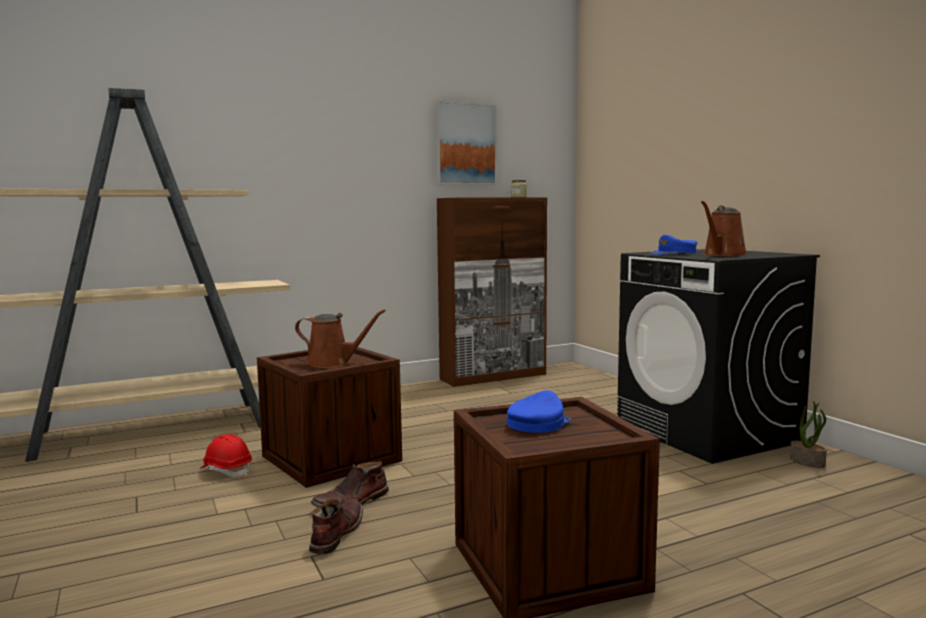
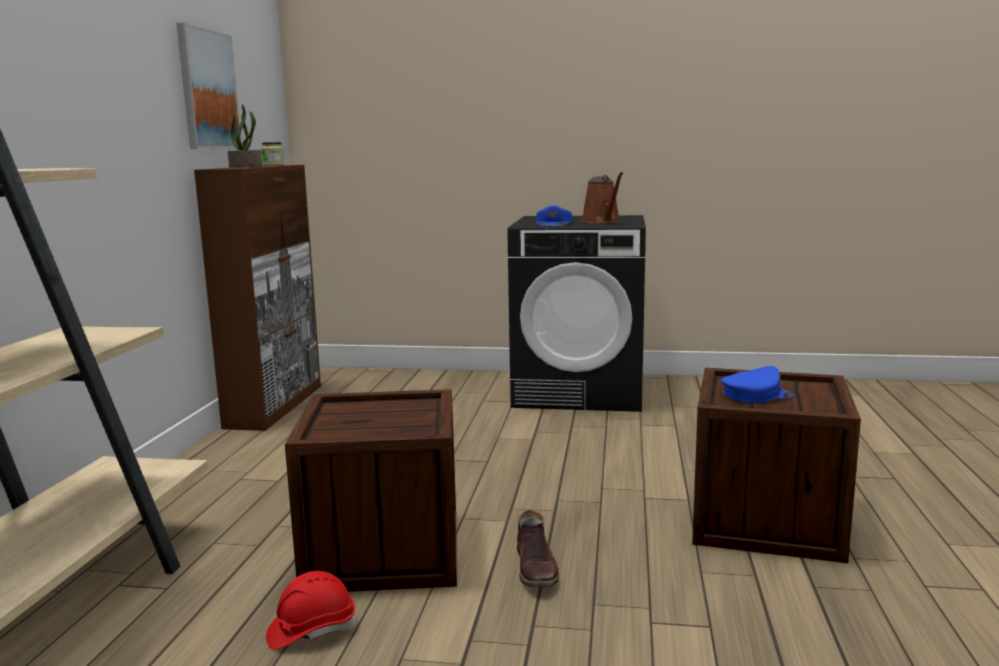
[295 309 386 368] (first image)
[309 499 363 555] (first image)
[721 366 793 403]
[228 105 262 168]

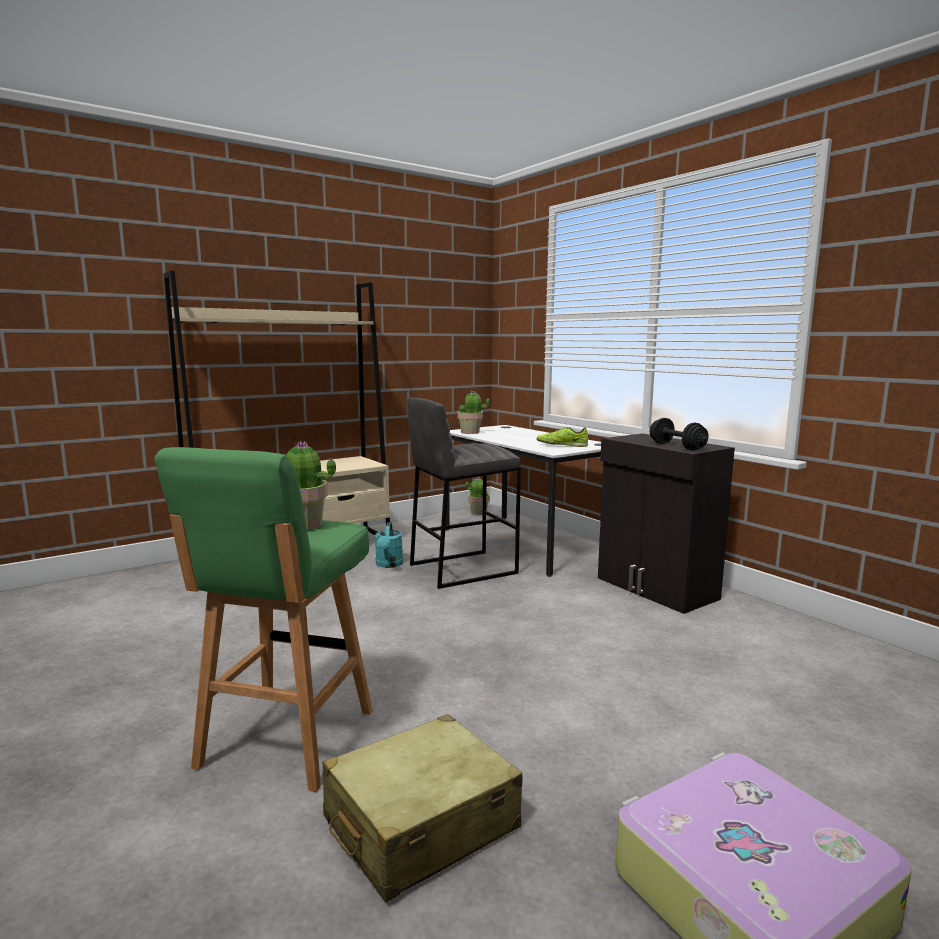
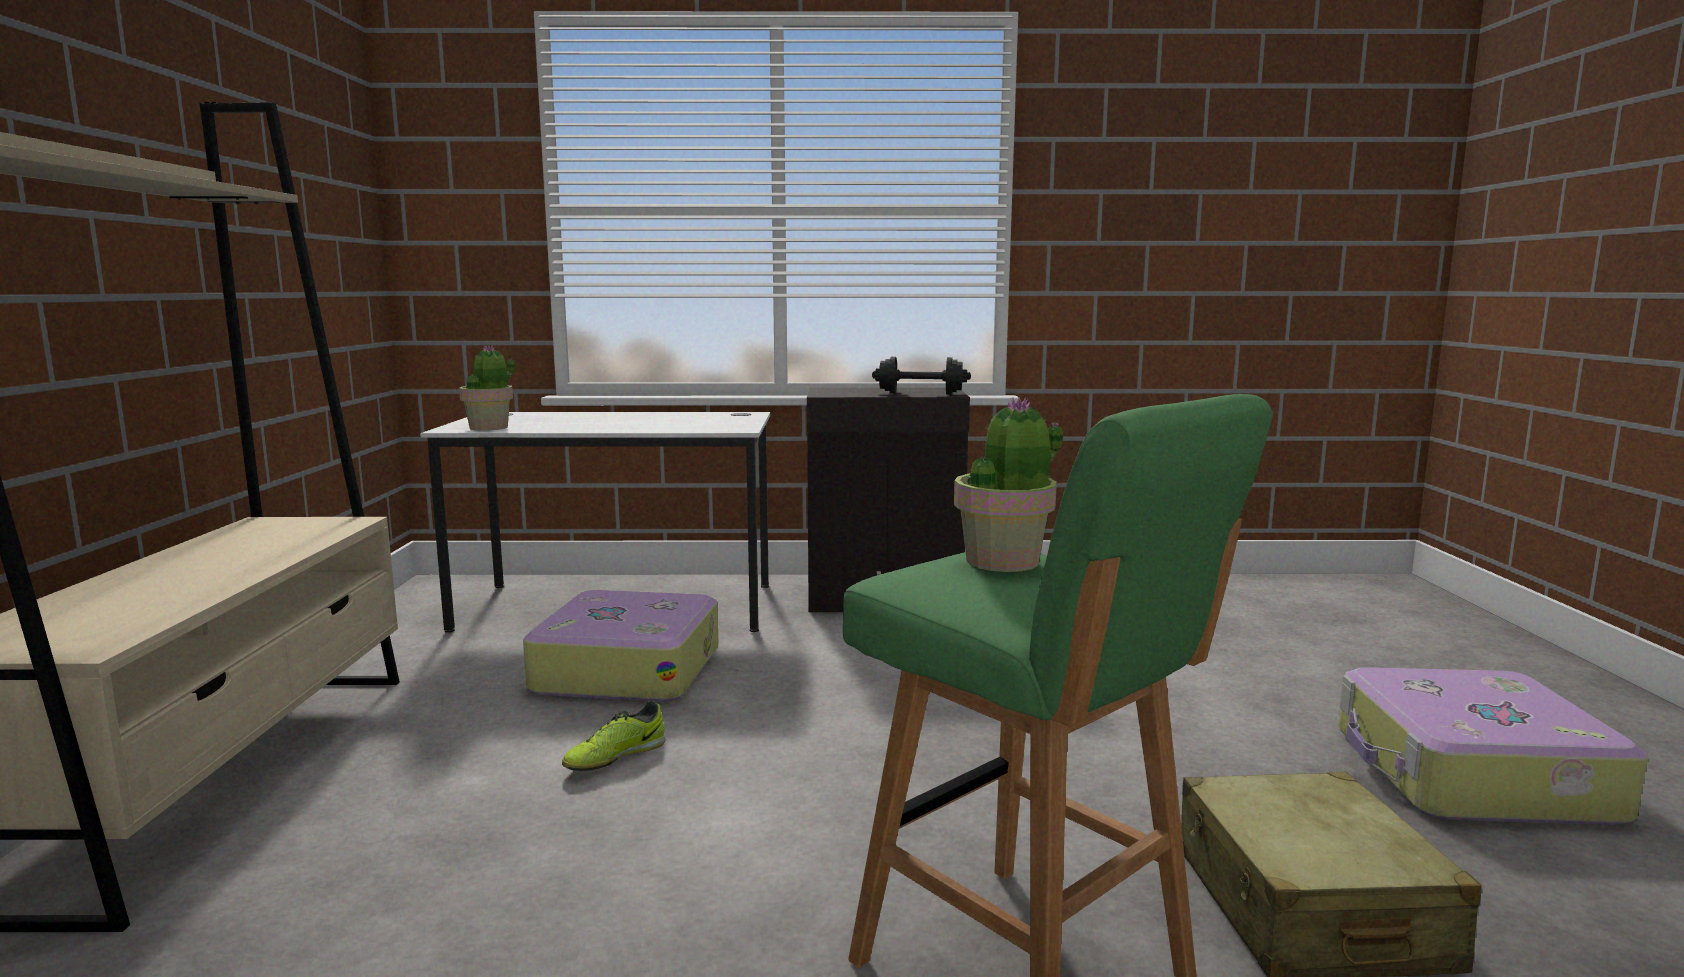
[375 522 403 568] (first image)
[523 590 719 702]
[465 477 490 515] (first image)
[562 701 665 771]

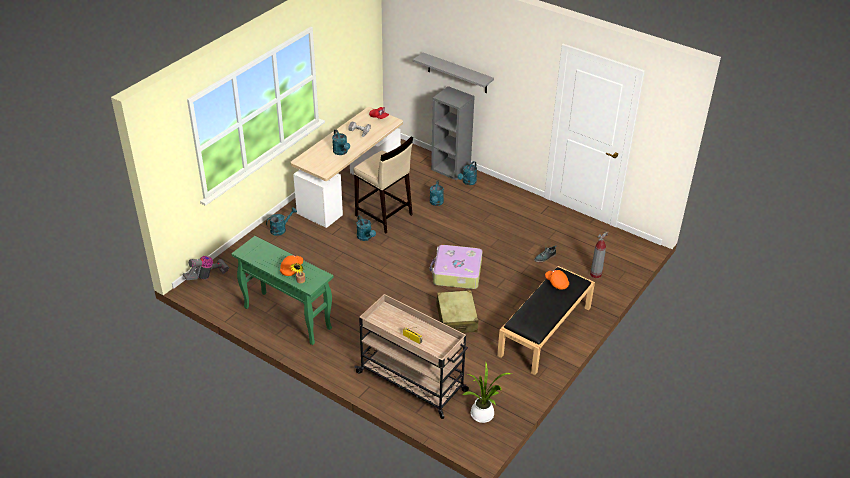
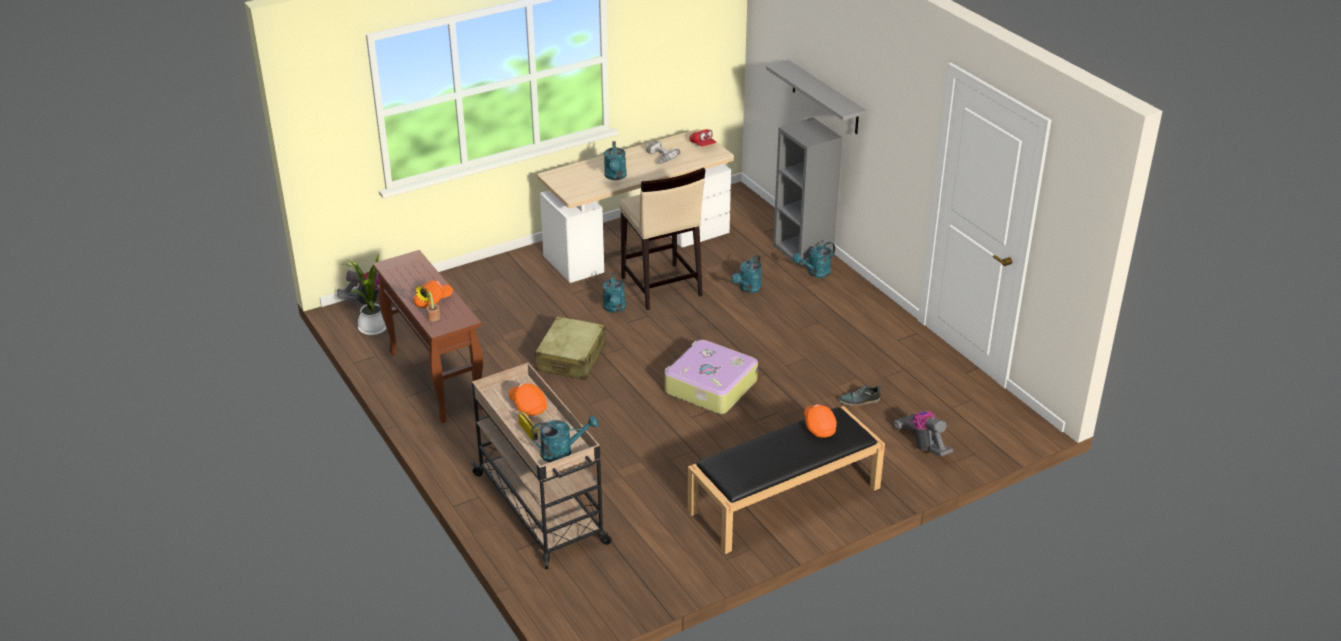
[373 250 483 423]
[531 415 598 462]
[535 316 606 380]
[344 254 387 335]
[894 411 953 457]
[509 383 547 416]

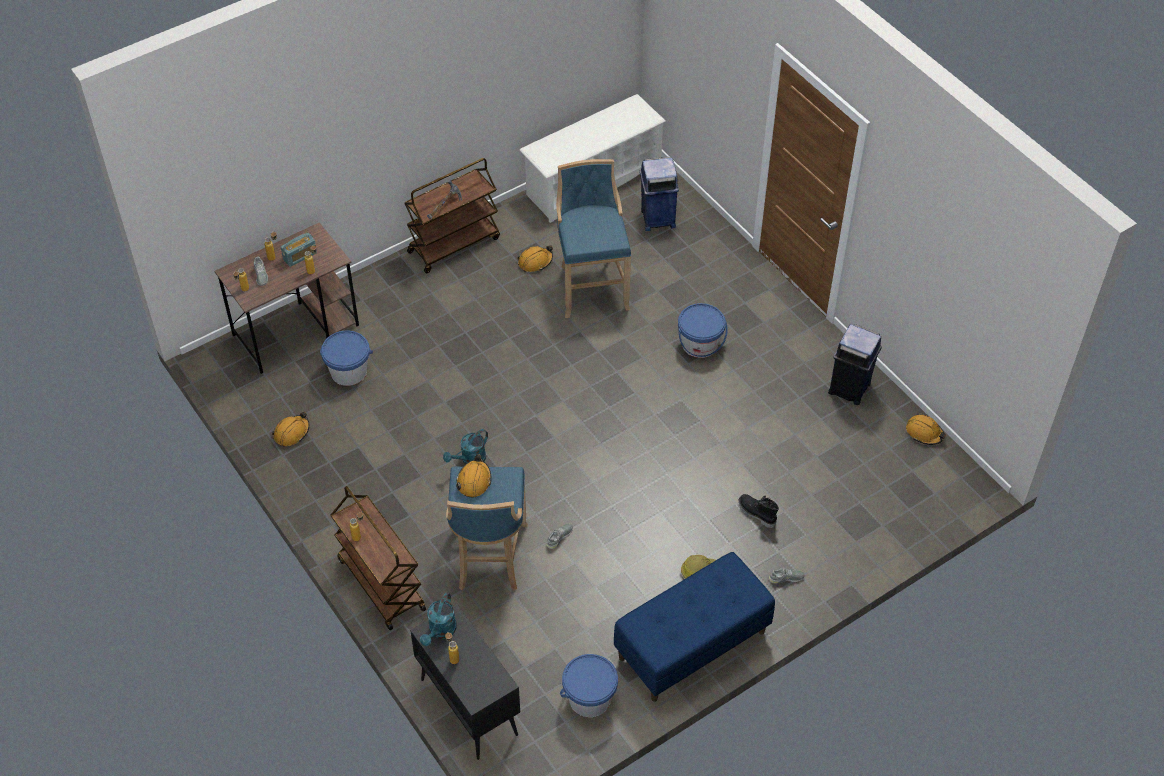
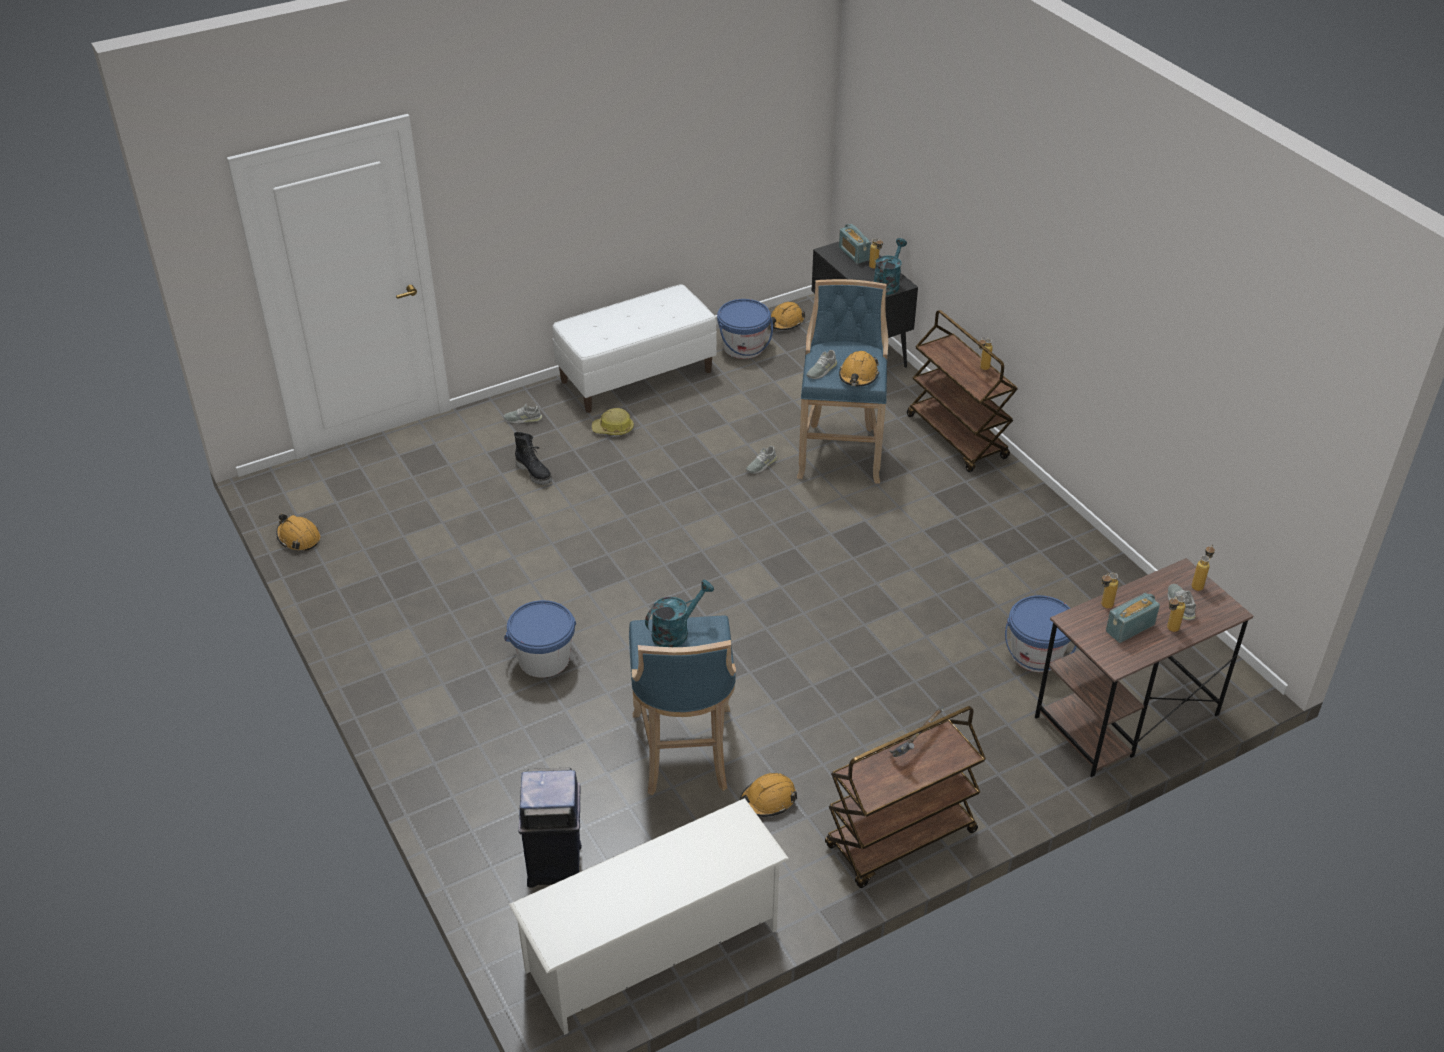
[769 302 805 330]
[645 580 714 647]
[552 284 717 413]
[828 324 882 405] (first image)
[807 350 837 379]
[839 224 871 264]

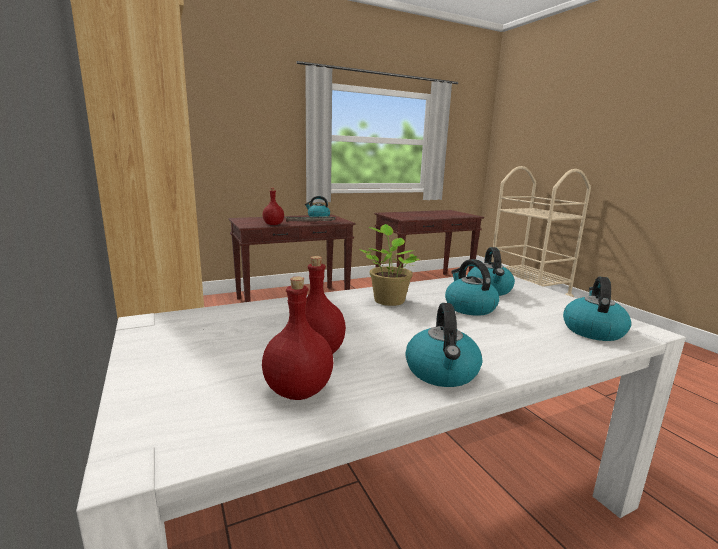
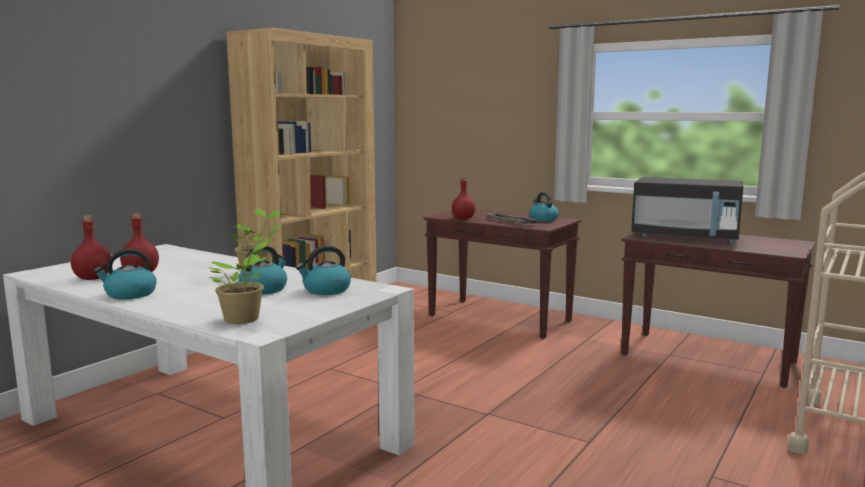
[208 241 268 324]
[631 177 743 243]

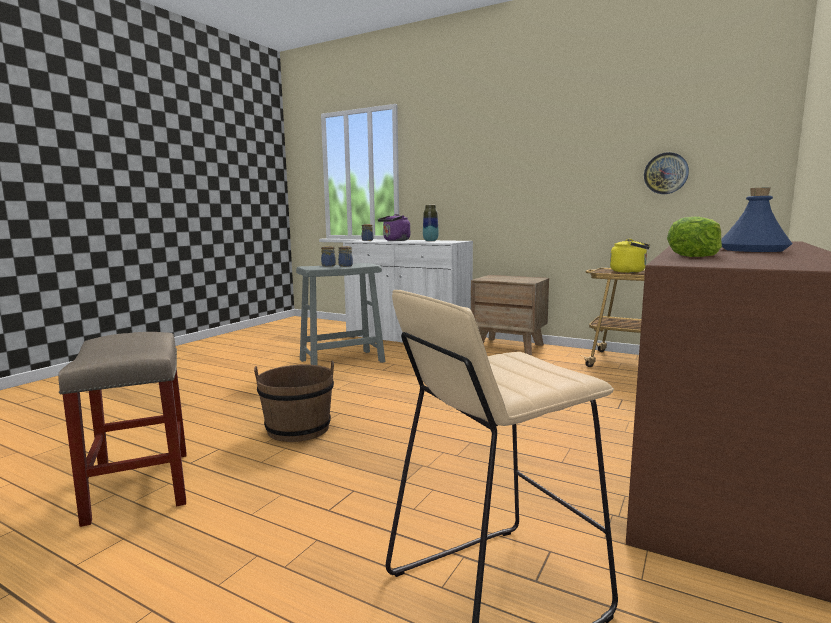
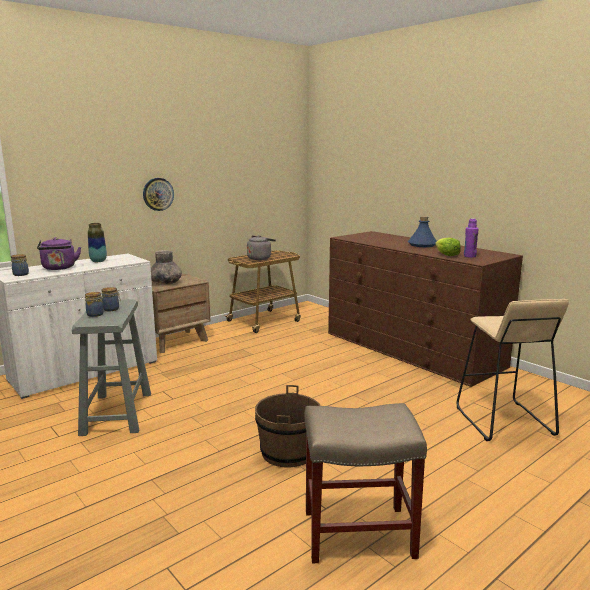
[247 235 276 260]
[143 178 174 211]
[151 250 182 285]
[464 218 479 258]

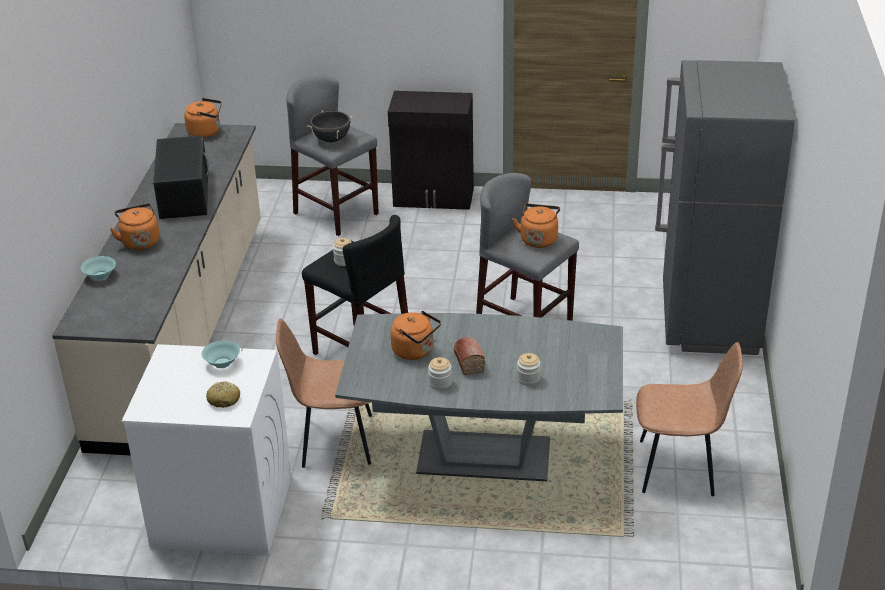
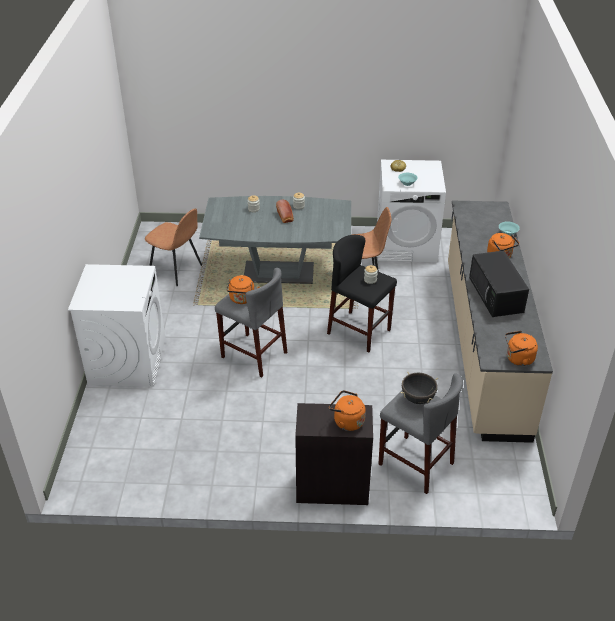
[329 390 366 431]
[145 208 202 286]
[68 264 166 387]

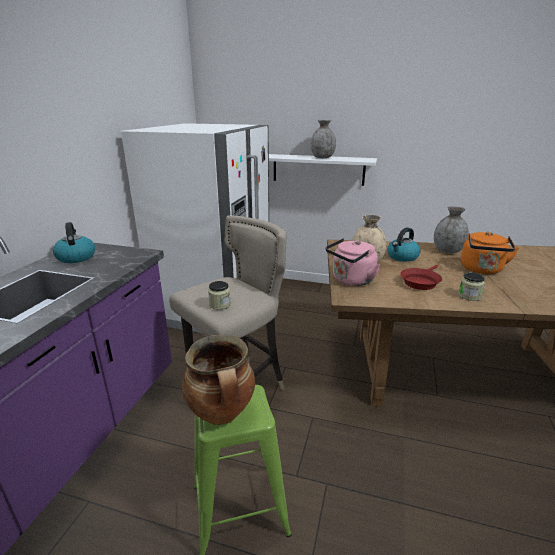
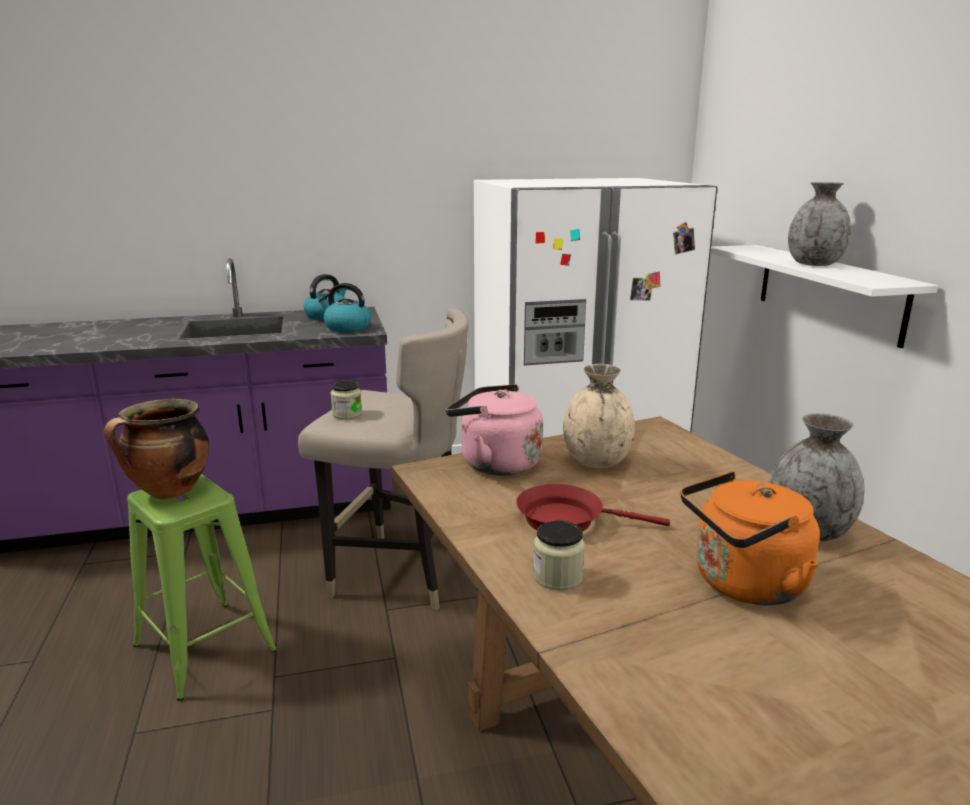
[318 283 371 332]

